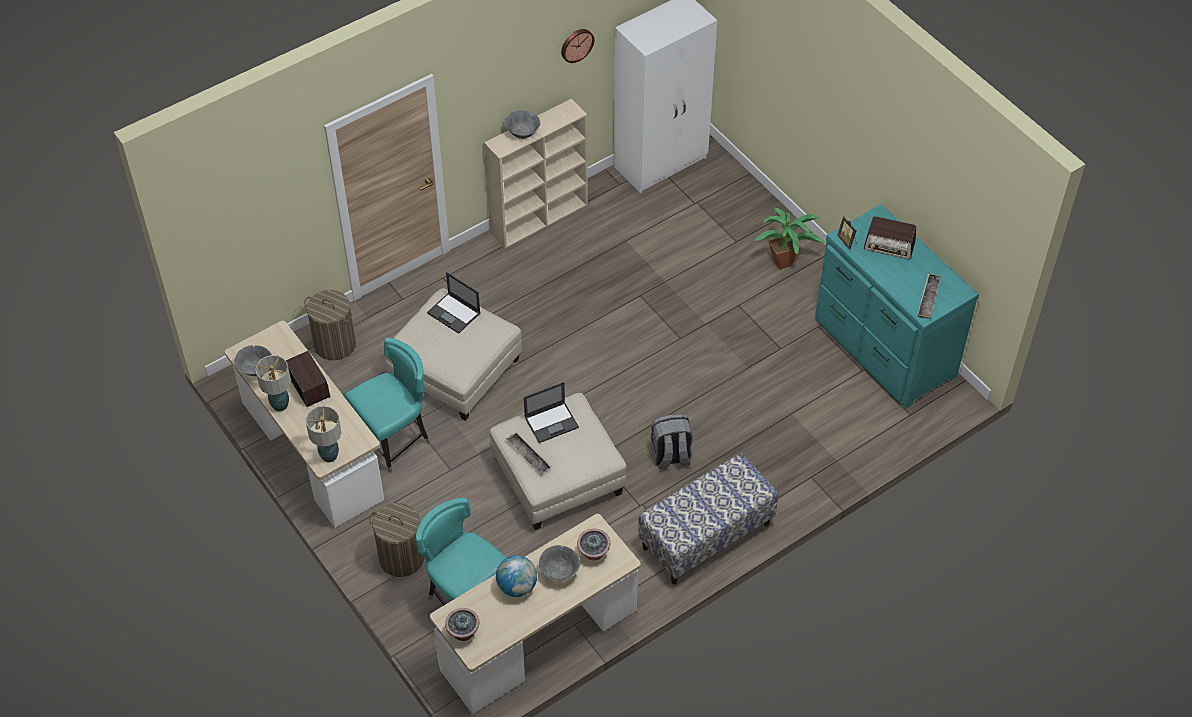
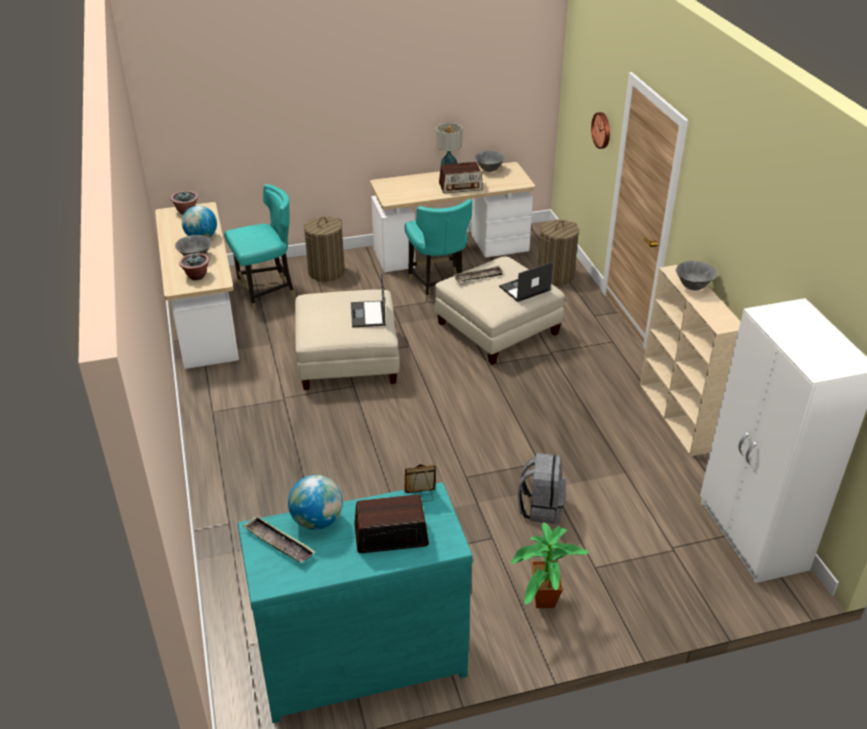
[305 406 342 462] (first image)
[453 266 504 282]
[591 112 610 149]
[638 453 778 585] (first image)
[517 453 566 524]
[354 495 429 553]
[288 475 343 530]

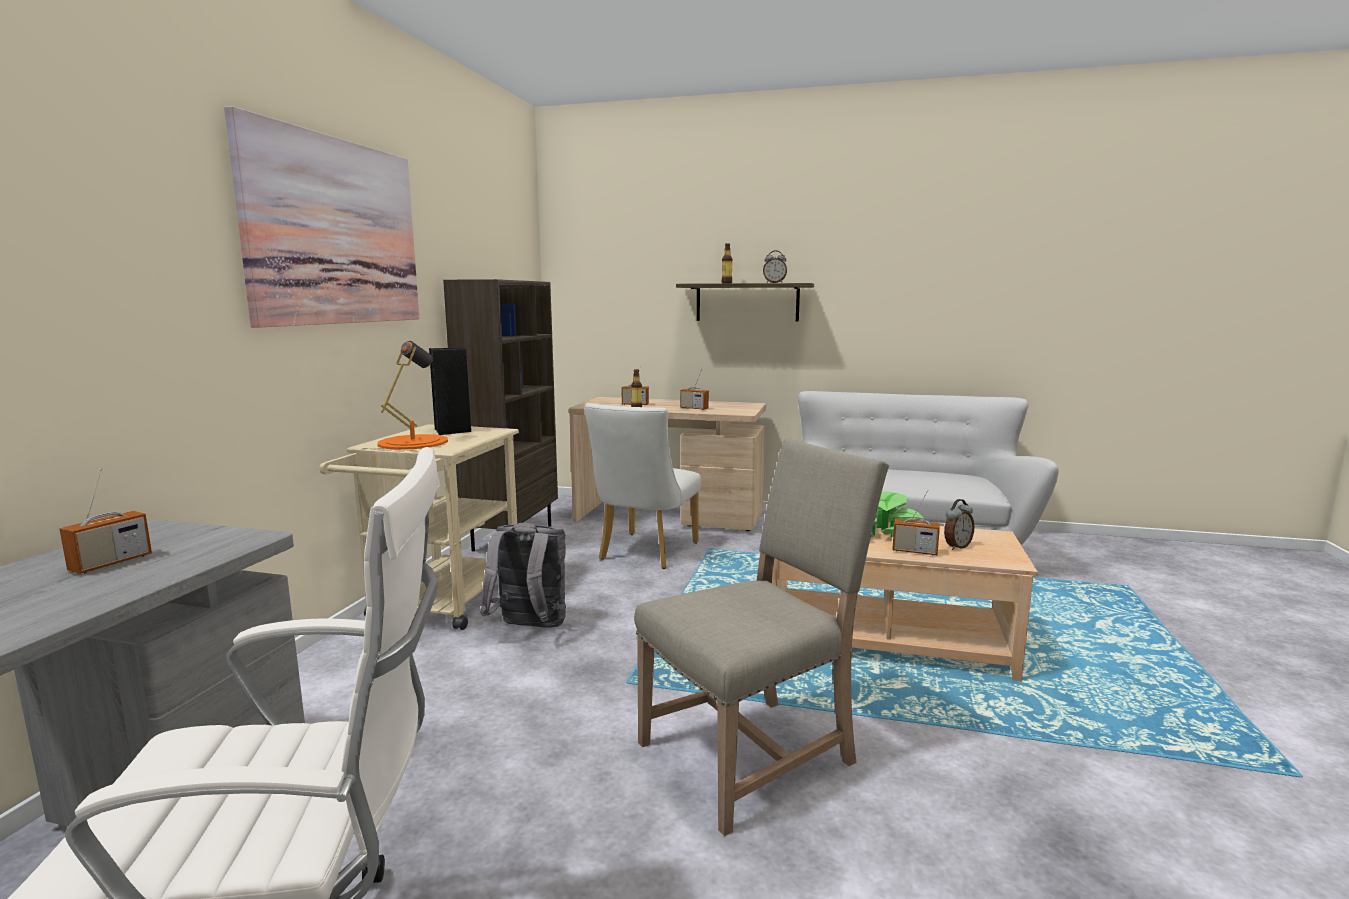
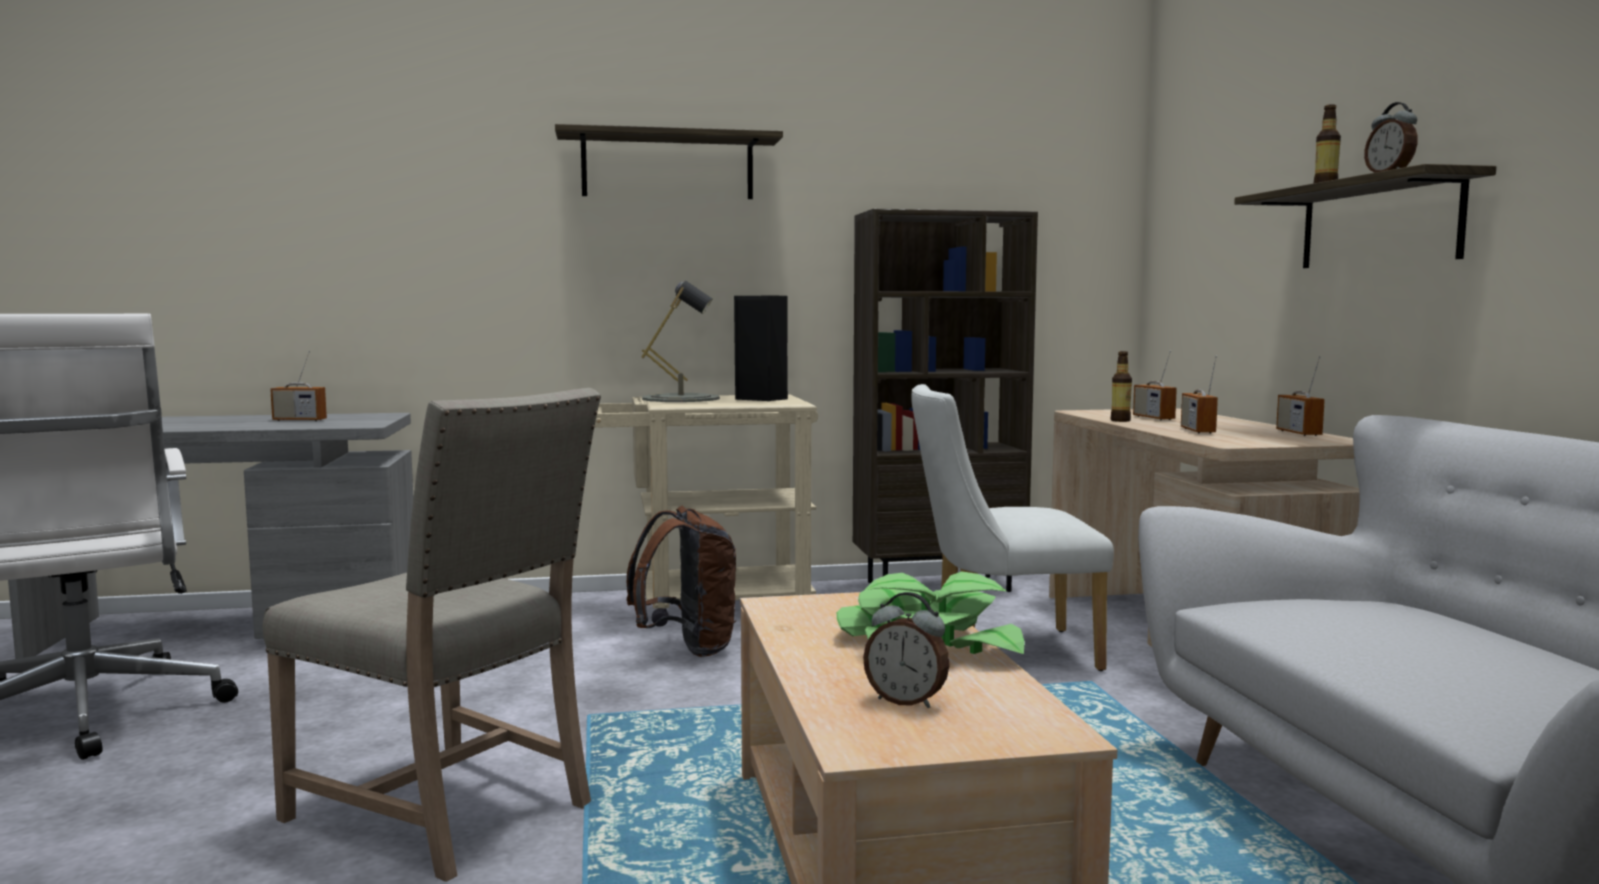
[555 124 783 199]
[642 281 720 402]
[626 506 737 657]
[1276 356 1325 436]

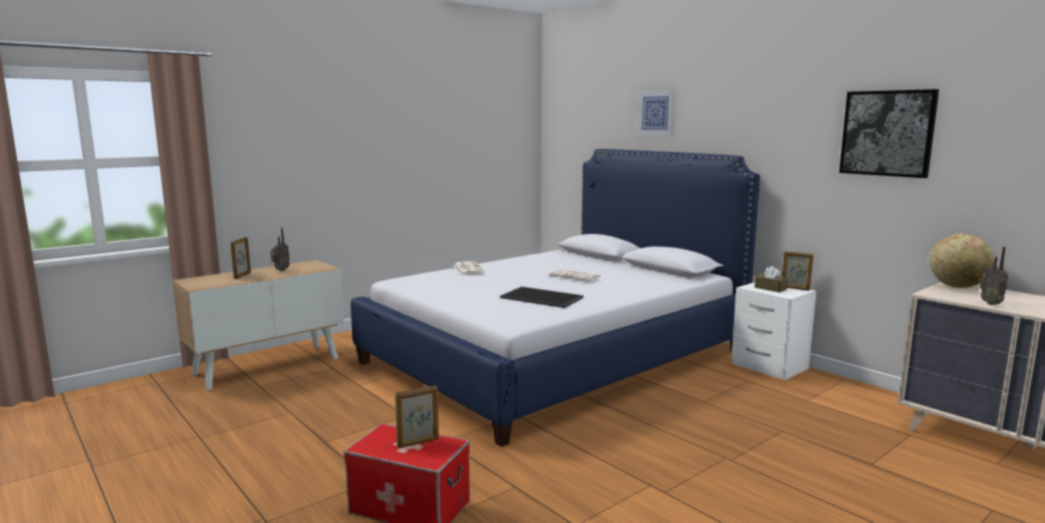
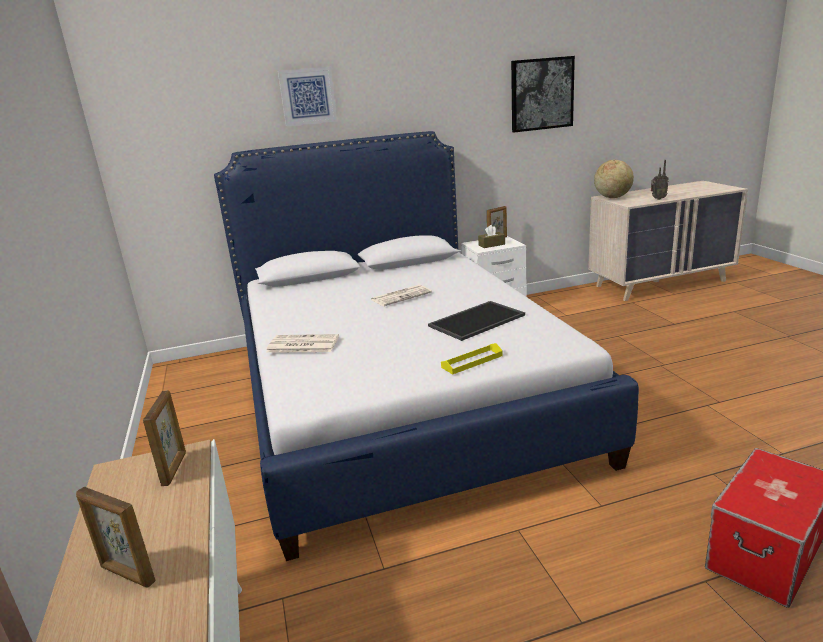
[271 227 290 271] (first image)
[143 390 186 486]
[441 343 503 375]

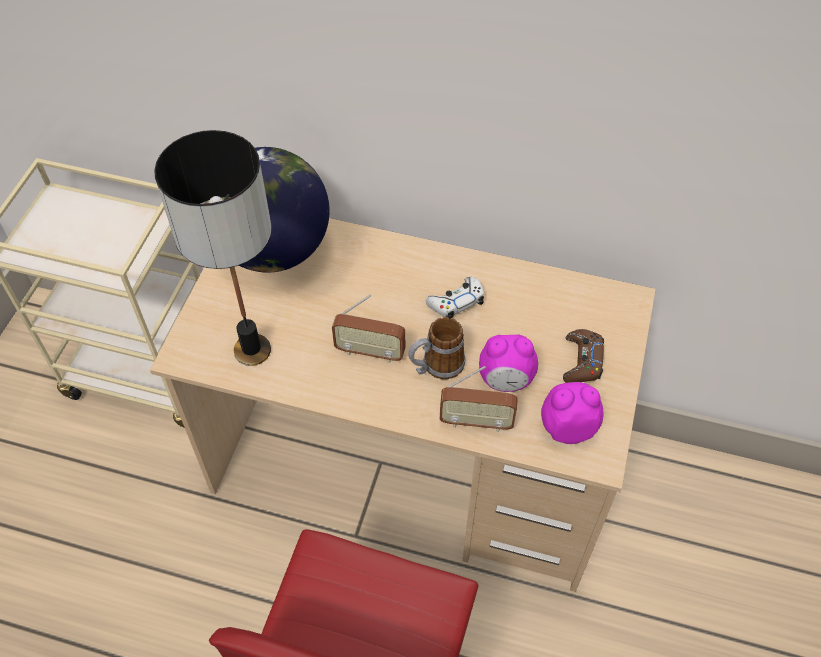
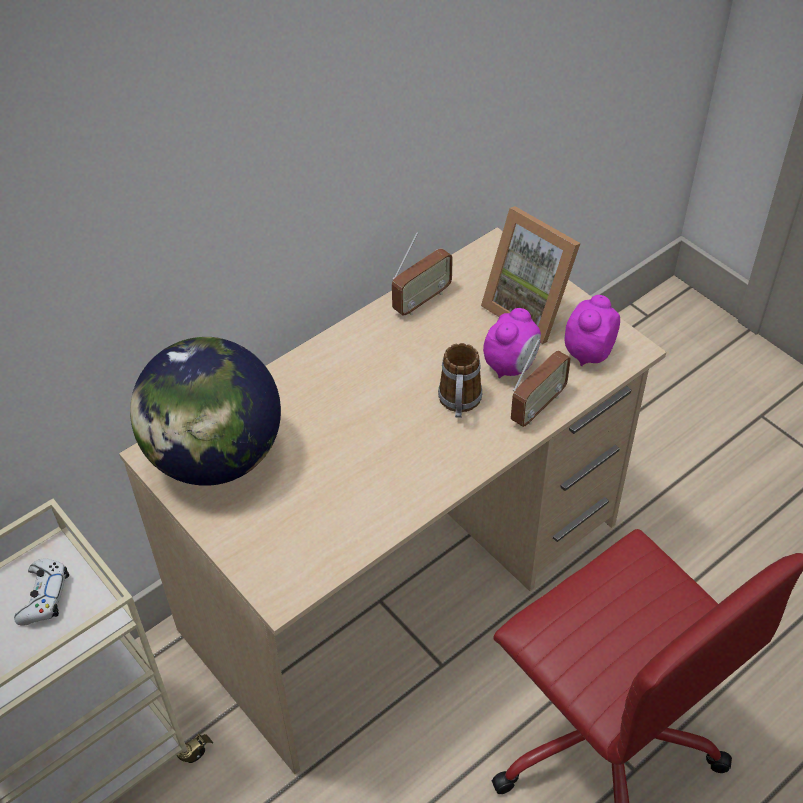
[154 130 272 366] (first image)
[392 232 453 315]
[14 558 69 625]
[481 206 581 344]

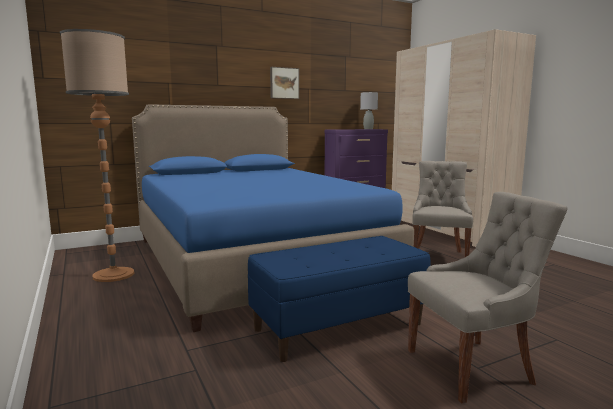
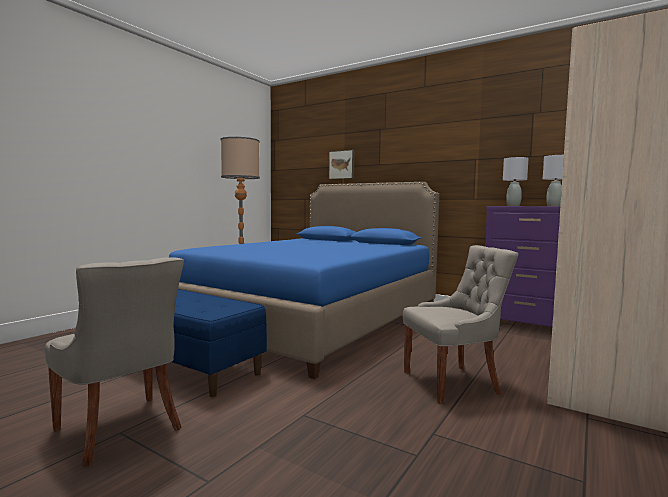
[329 150 354 179]
[503 157 529 206]

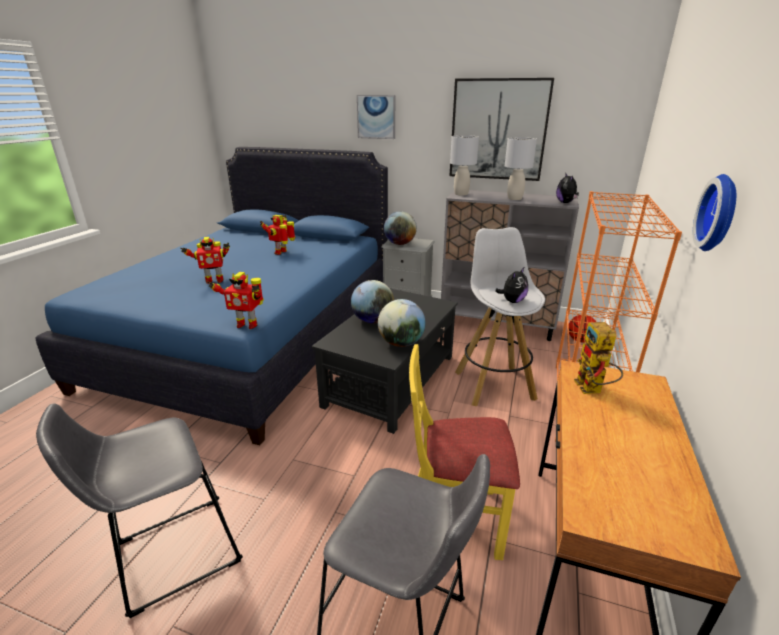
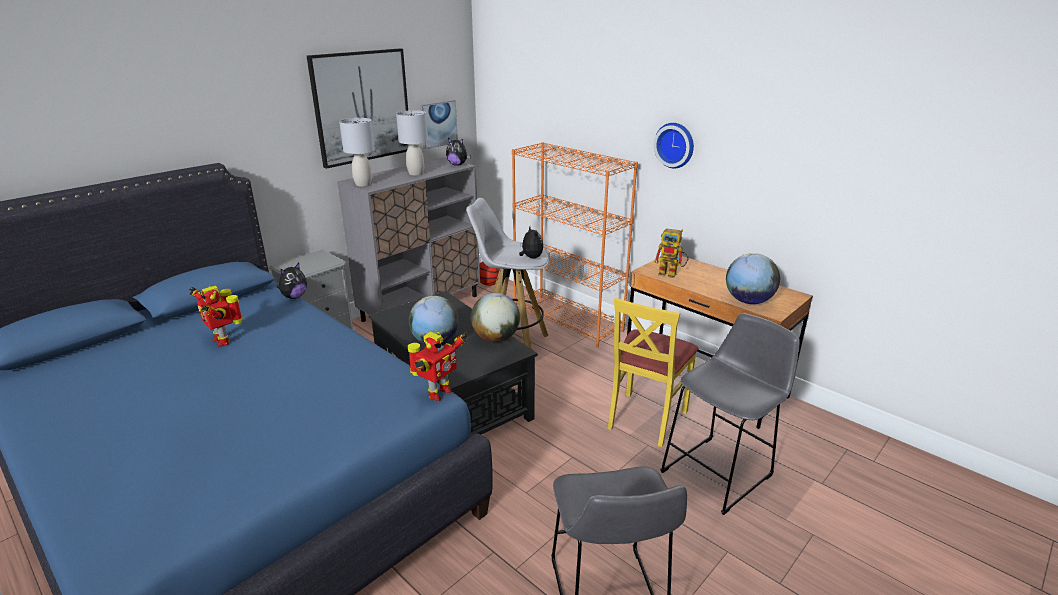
[180 237 230 284] (first image)
[420 100 458 149]
[726 253 780 304]
[277 263 307 299]

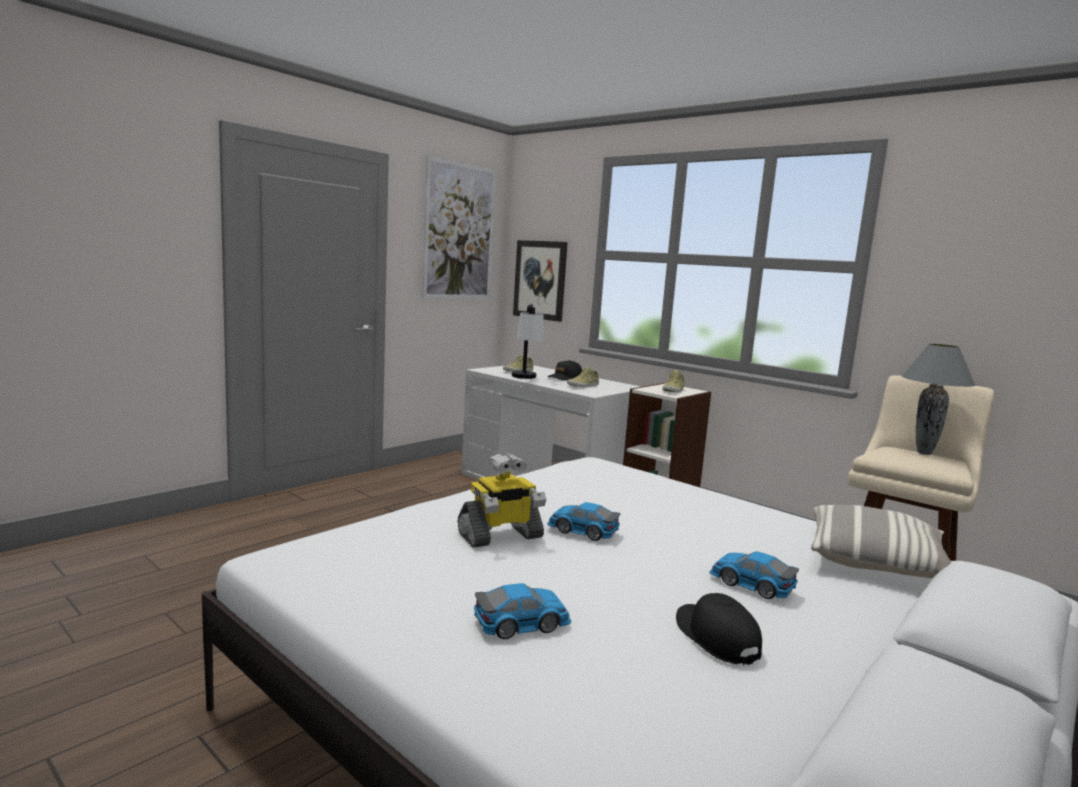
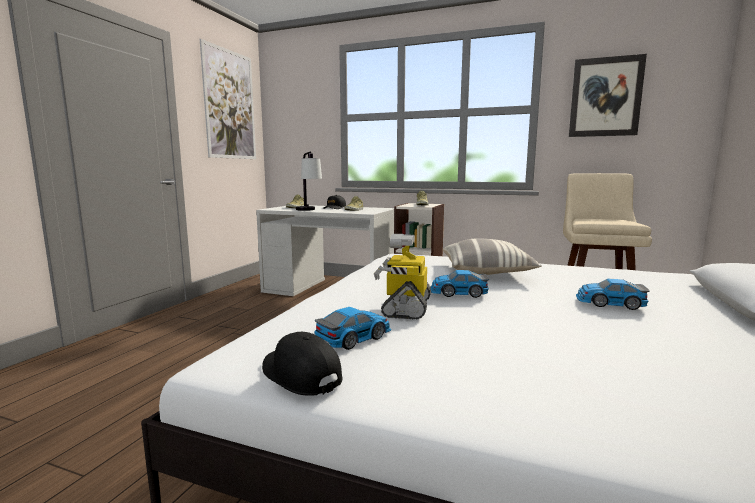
[374 234 431 320]
[314 307 392 350]
[569 54 647 137]
[262 332 342 396]
[443 238 542 275]
[902 344 975 455] (first image)

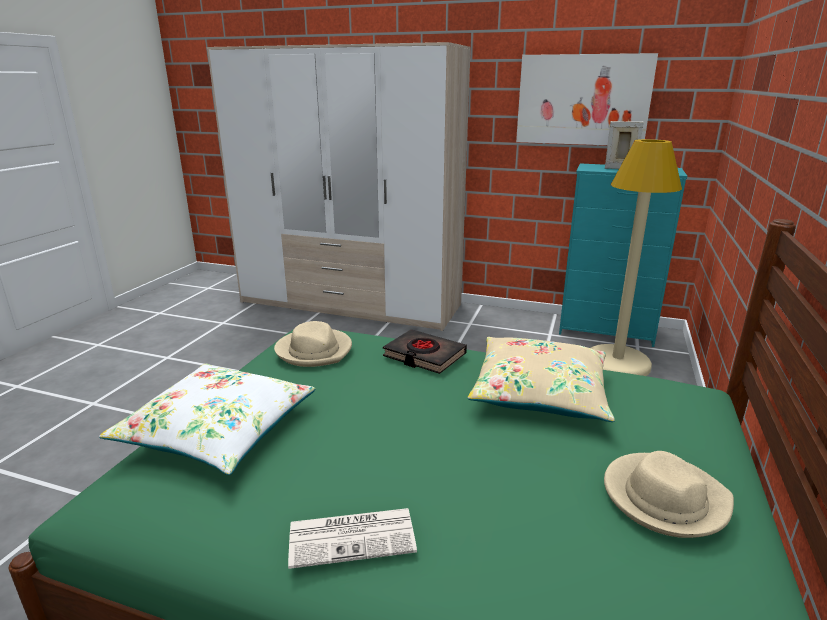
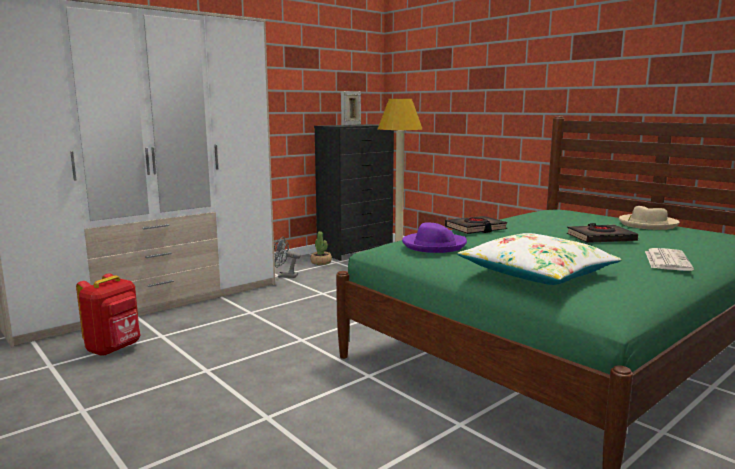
[402 223 467 253]
[468 337 615 422] (first image)
[516 53 658 145] (first image)
[314 124 394 260]
[76 273 141 356]
[274 237 301 278]
[310 231 332 265]
[567 223 638 243]

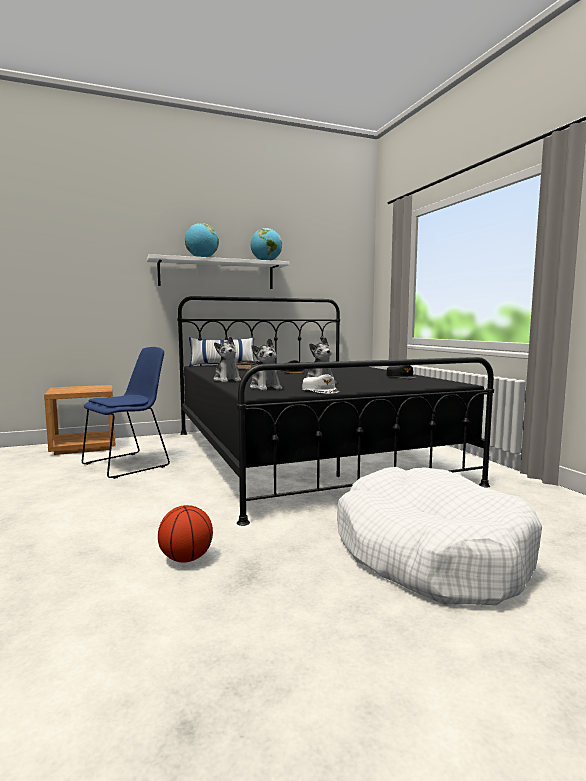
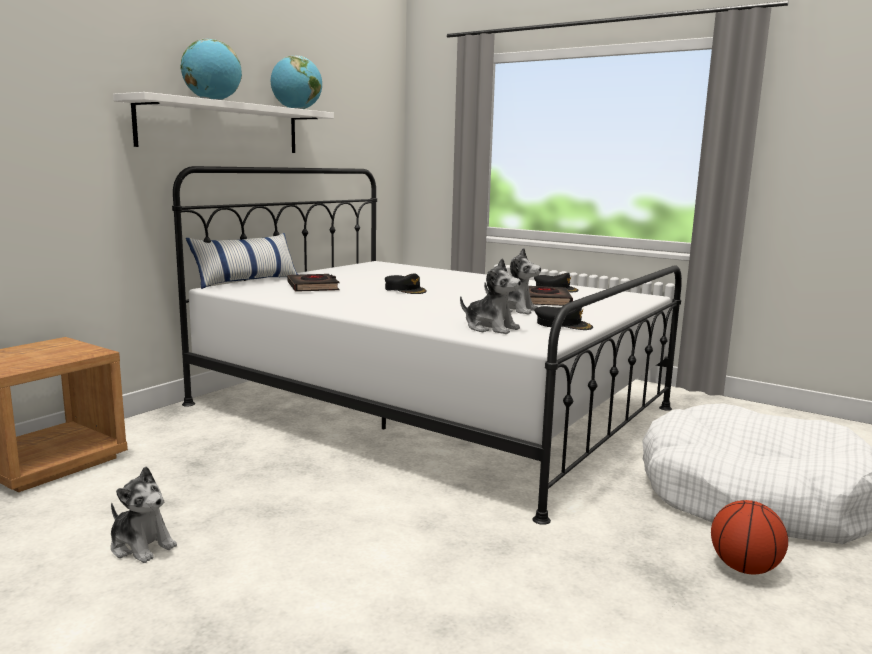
[82 347 170 479] (first image)
[711 500 788 574]
[172 166 682 525]
[111 466 177 563]
[534 306 593 330]
[529 286 573 306]

